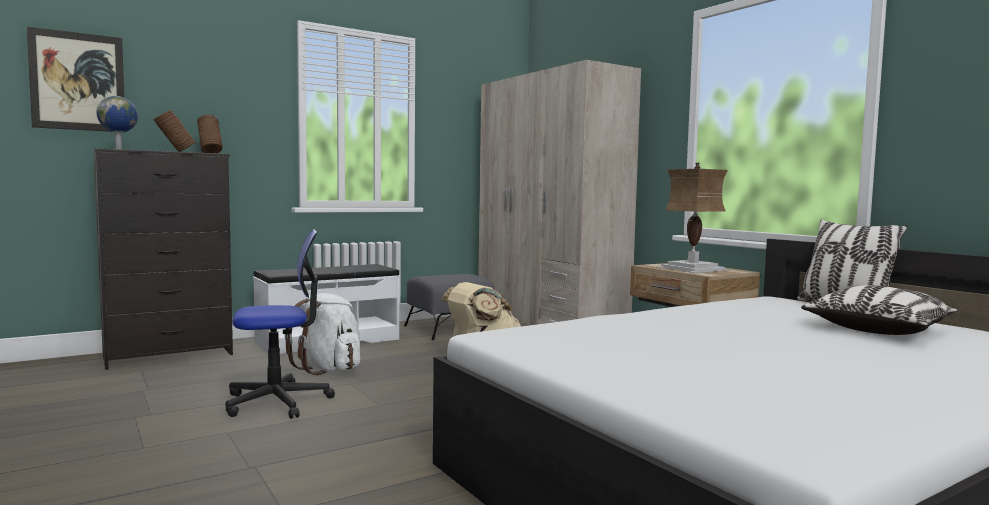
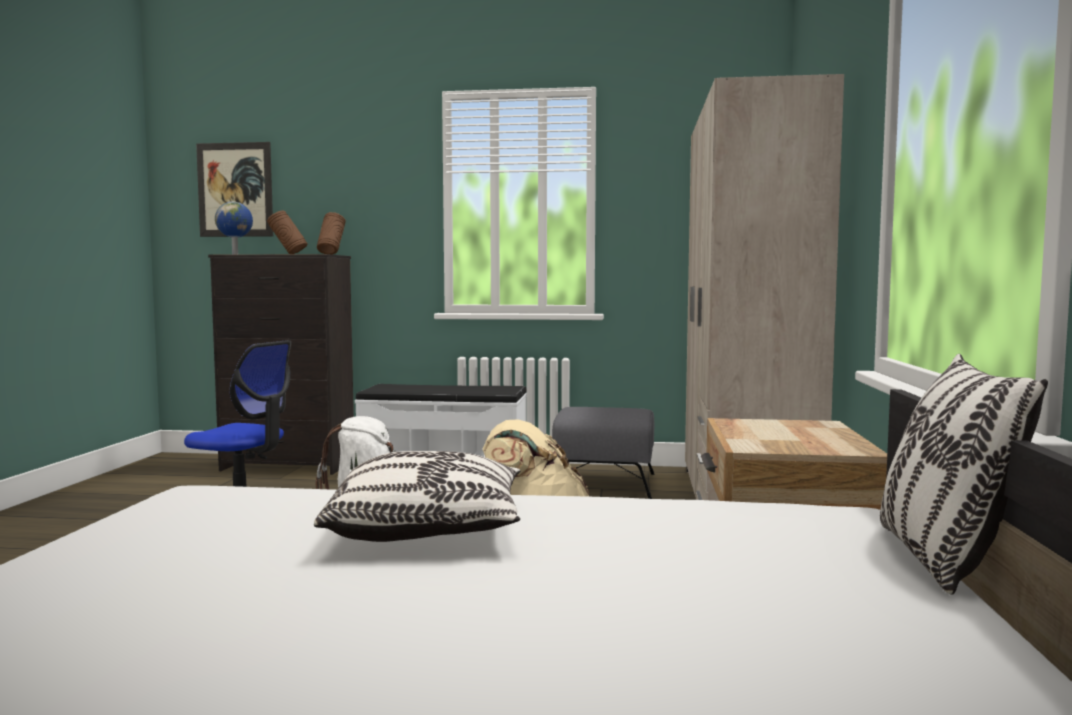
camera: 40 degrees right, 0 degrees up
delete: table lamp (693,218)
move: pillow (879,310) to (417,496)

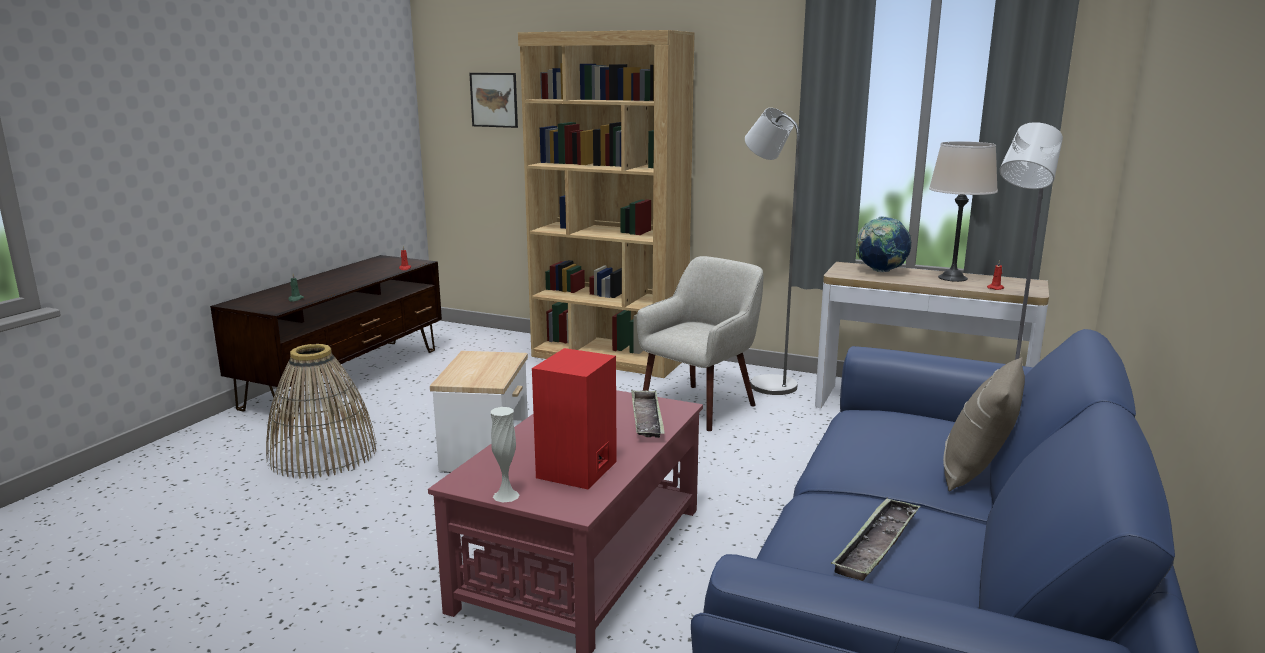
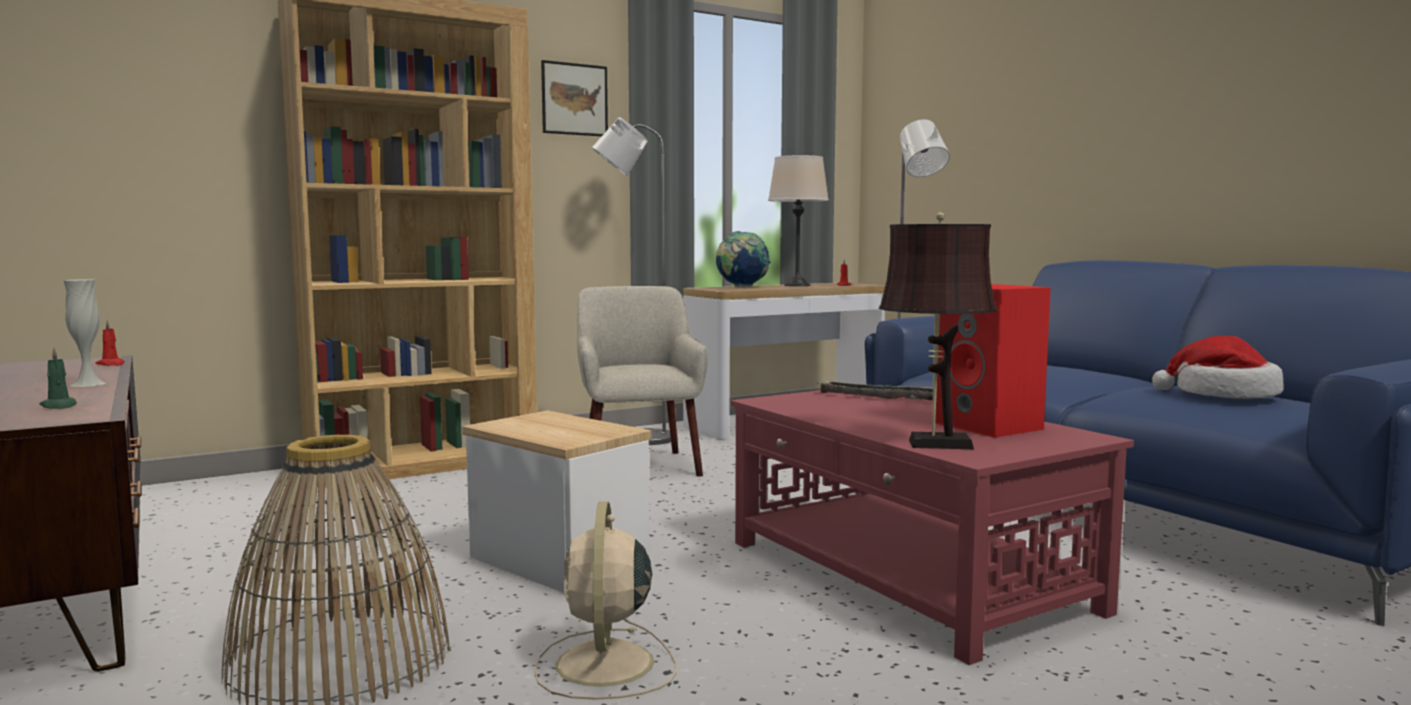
camera: 55 degrees left, 10 degrees down
delete: pillow (beige) (984,424)
insert: fan (beige) (605,600); table lamp (brown) (938,330)
move: picture (493,100) to (574,98); vase (white) (505,454) to (85,333)
replace: tray (875,539) to hat (1218,367)

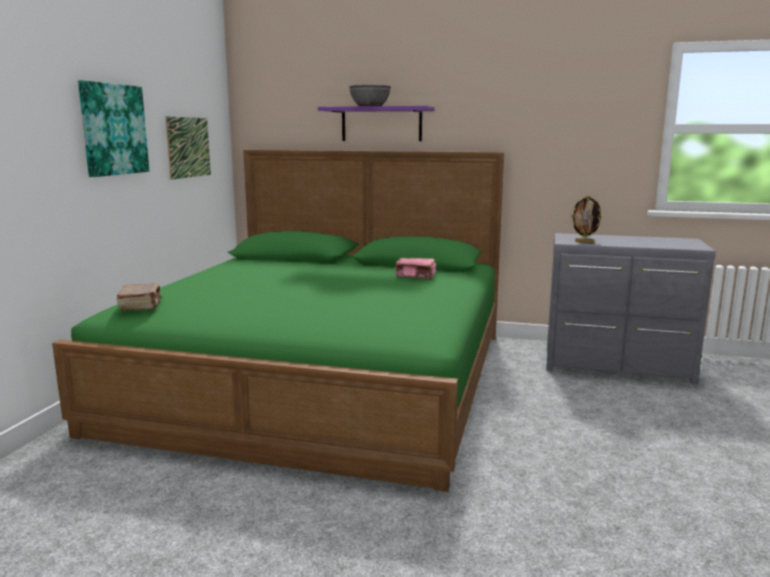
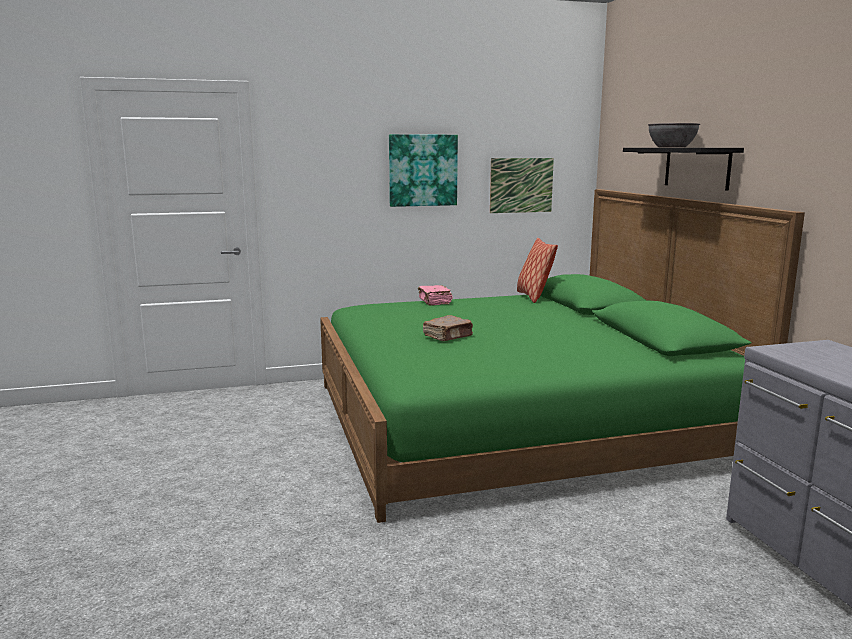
camera: 60 degrees right, 0 degrees up
delete: picture frame (586,219)
insert: pillow (537,270)
move: book (brown) (139,296) to (448,328); book (pink) (415,268) to (435,295)
recolor: shelf (purple) (376,123) to shelf (black) (683,169)

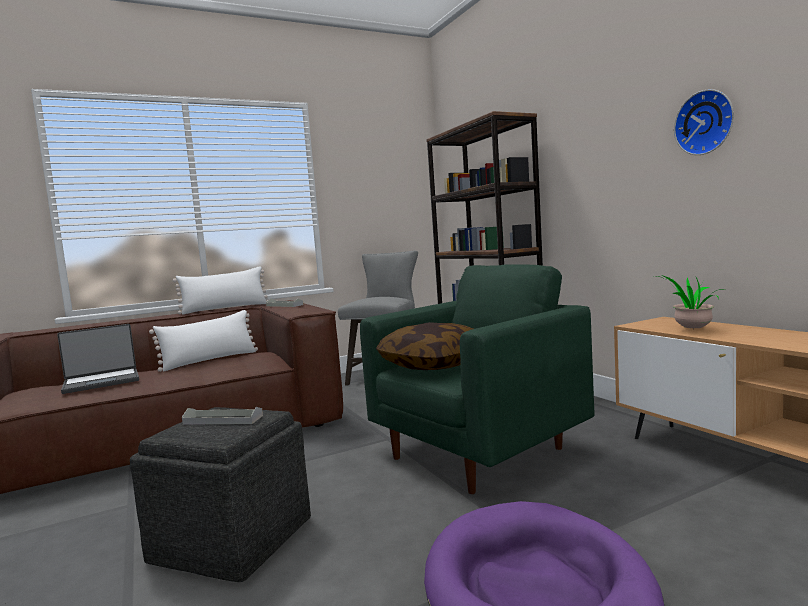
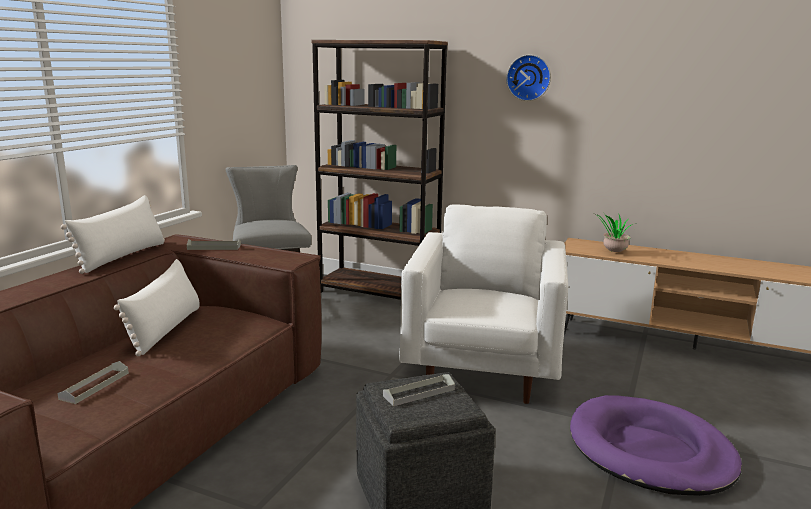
camera: 40 degrees left, 10 degrees up
delete: pillow (424,346)
move: wall clock (704,122) to (528,78)
replace: laptop (98,359) to tray (grey) (93,382)
recolor: armchair (green) (477,379) to armchair (white) (483,304)

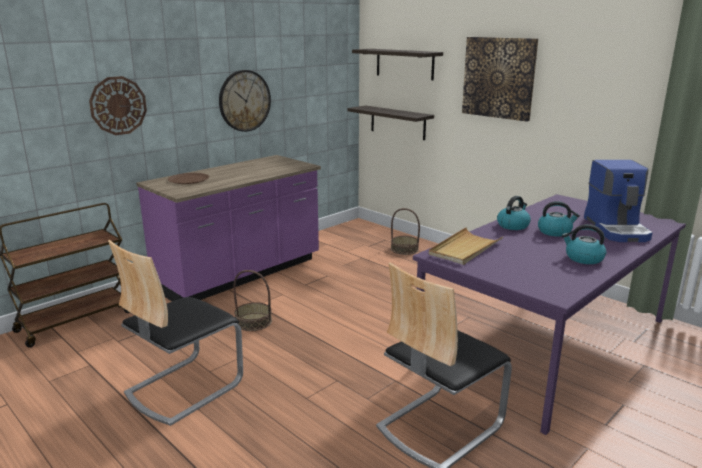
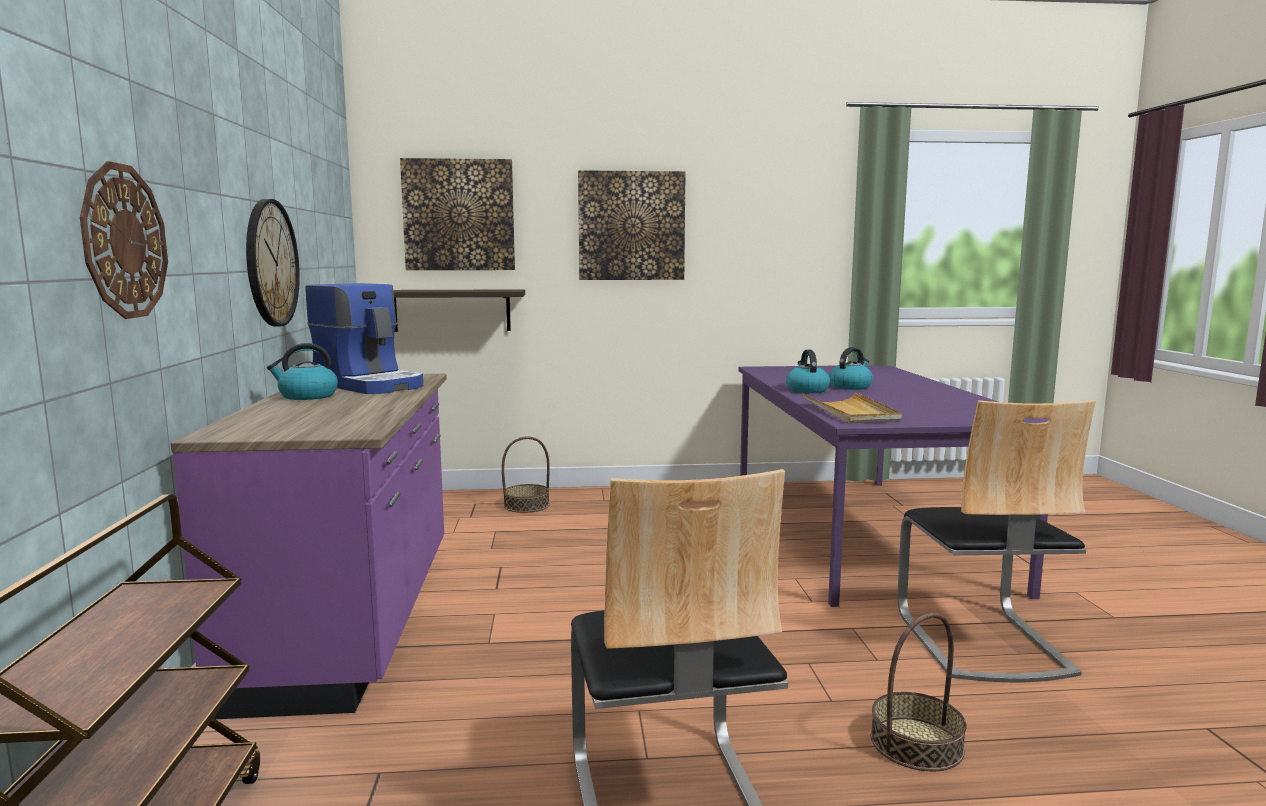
camera: 50 degrees left, 10 degrees down
delete: plate (brown) (188,178)
move: basket (252,300) to (918,692); kettle (584,244) to (302,371); coffee machine (618,201) to (364,338)
replace: shelf (397,64) to picture (457,214)

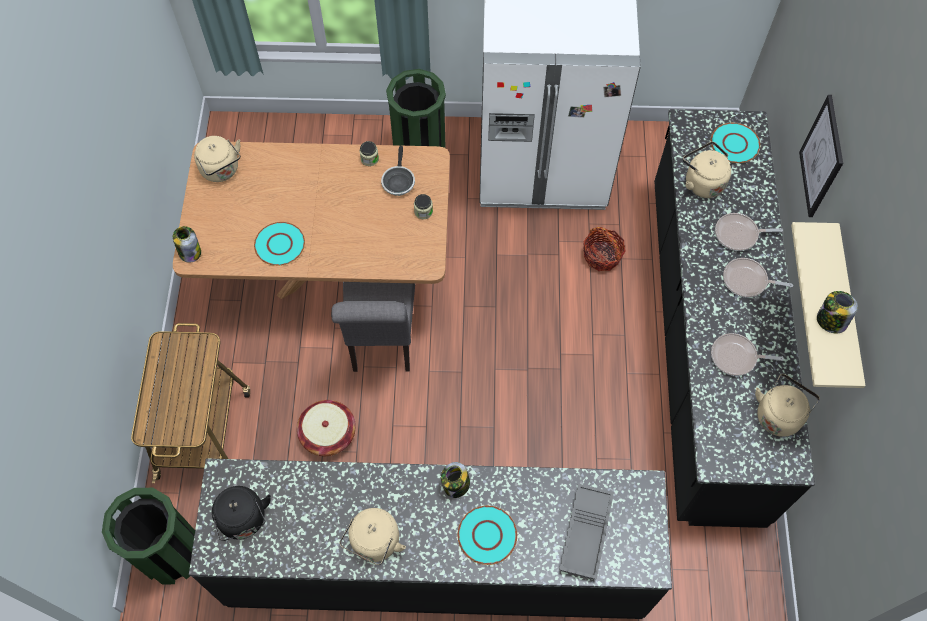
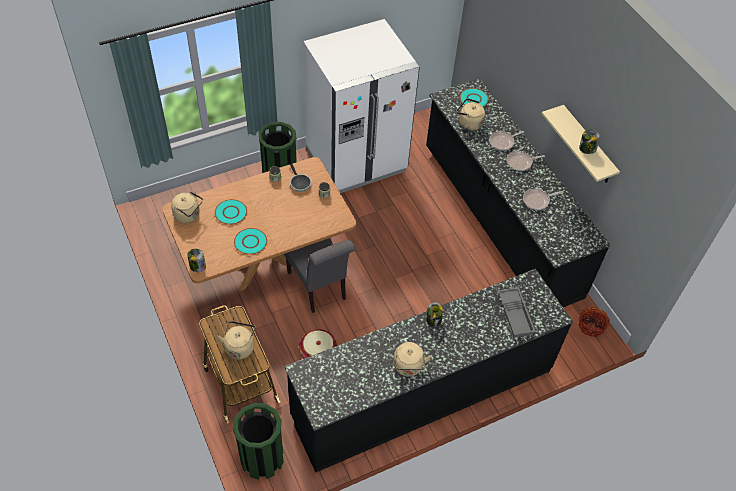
camera: 30 degrees left, 10 degrees down
delete: kettle (black) (241,513); picture (821,156)
move: plate (turquoise) (487,535) to (231,212); basket (604,249) to (594,322); kettle (beige) (787,405) to (236,340)

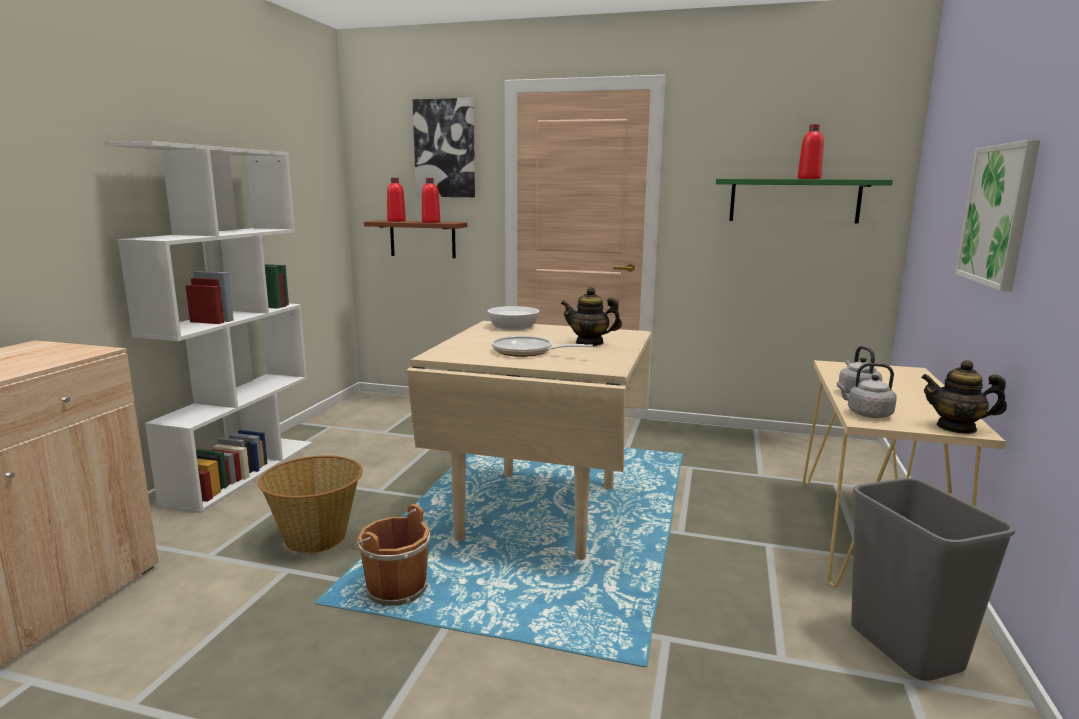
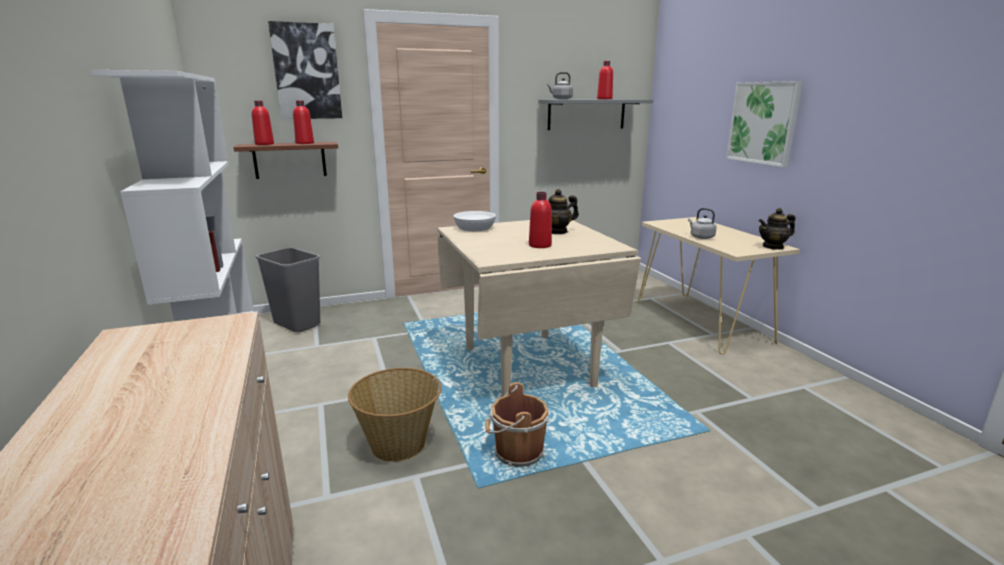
camera: 35 degrees left, 5 degrees up
move: kettle (grey) (867,390) to (560,85); trash can (grey) (933,579) to (288,290)
replace: frying pan (542,346) to bottle (red) (540,220)
recolor: shelf (green) (804,201) to shelf (grey) (596,114)

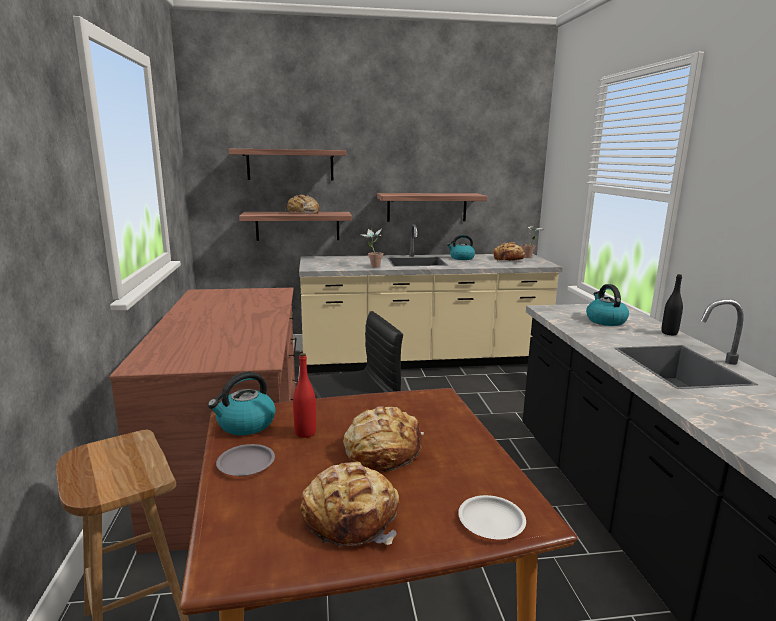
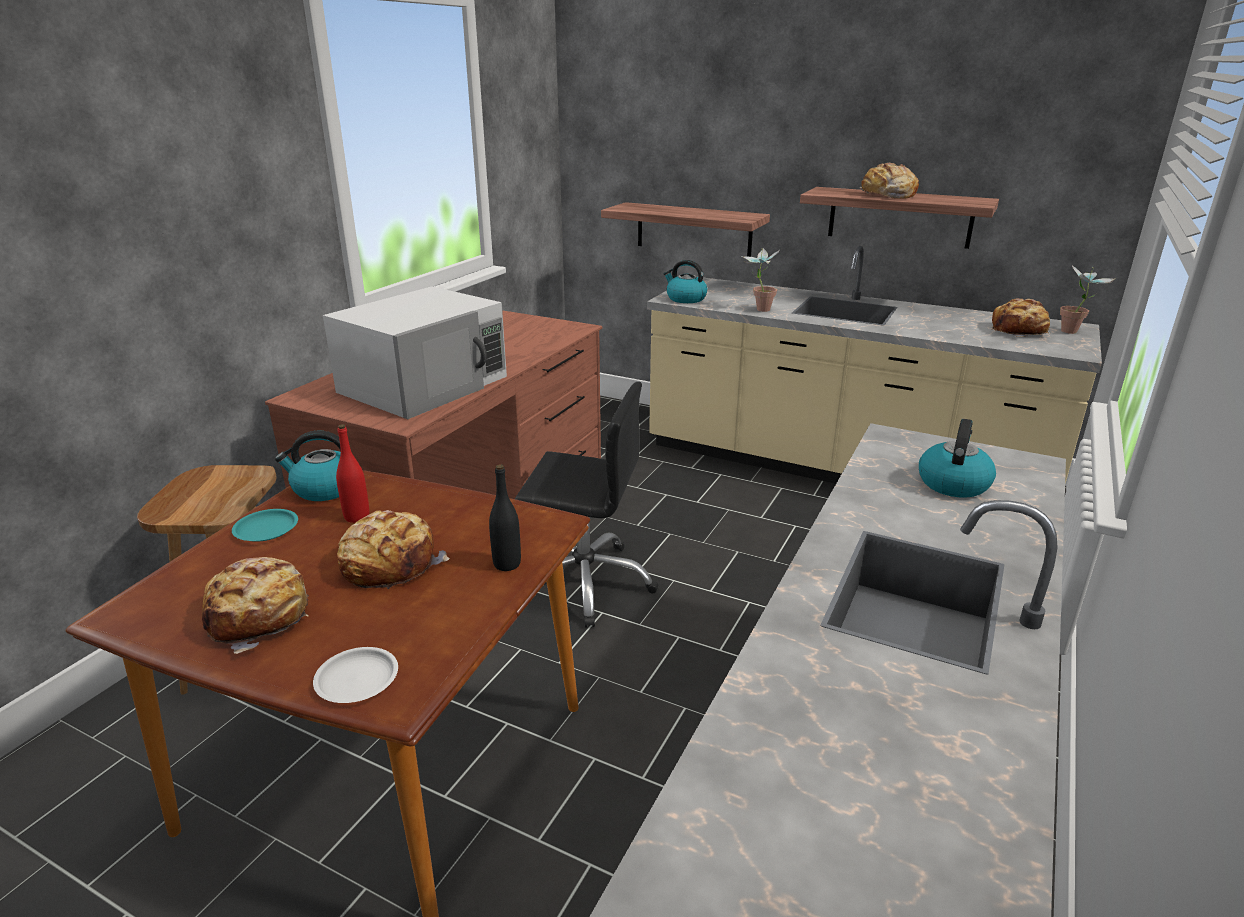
camera: 35 degrees right, 10 degrees up
delete: shelf (287,165)
insert: microwave (white) (415,353)
move: bread (303,204) to (889,181); kettle (461,247) to (685,281); bottle (black) (672,304) to (505,517)
recolor: plate (grey) (245,460) to plate (turquoise) (265,525)

